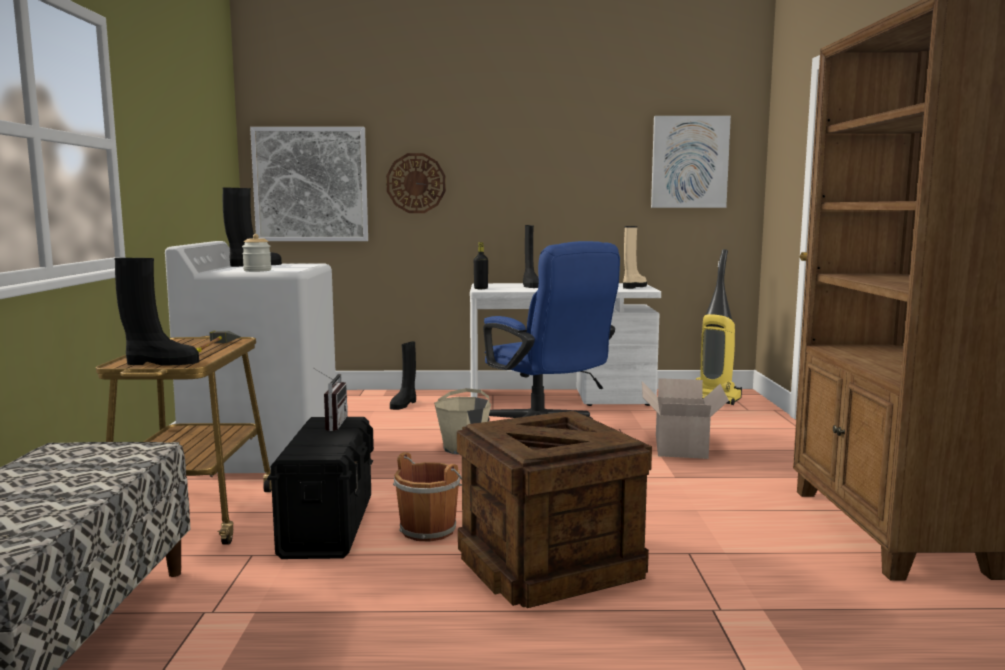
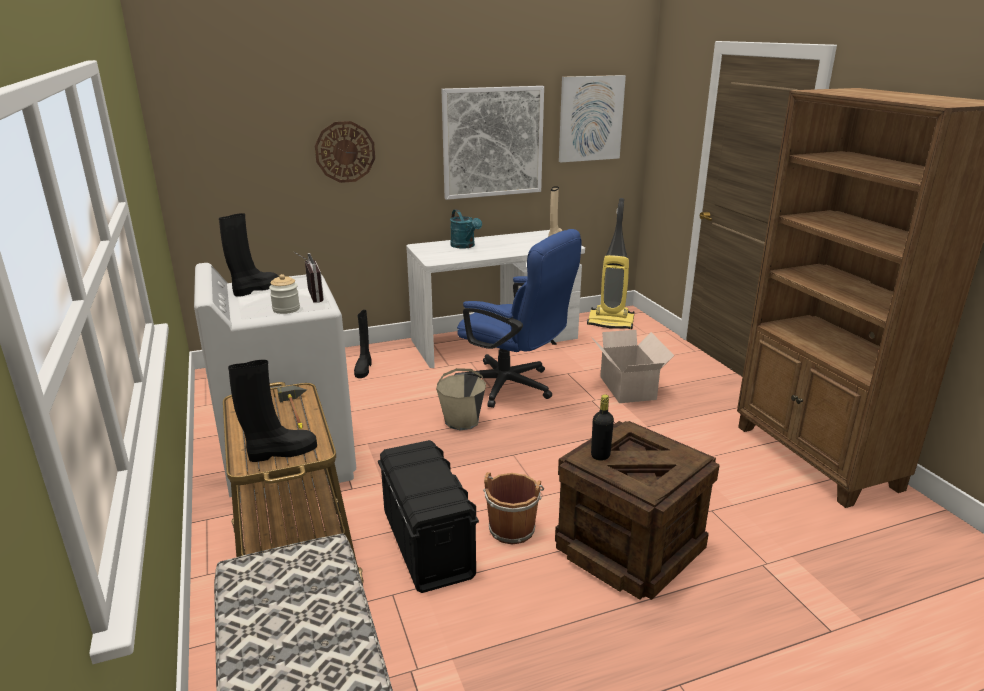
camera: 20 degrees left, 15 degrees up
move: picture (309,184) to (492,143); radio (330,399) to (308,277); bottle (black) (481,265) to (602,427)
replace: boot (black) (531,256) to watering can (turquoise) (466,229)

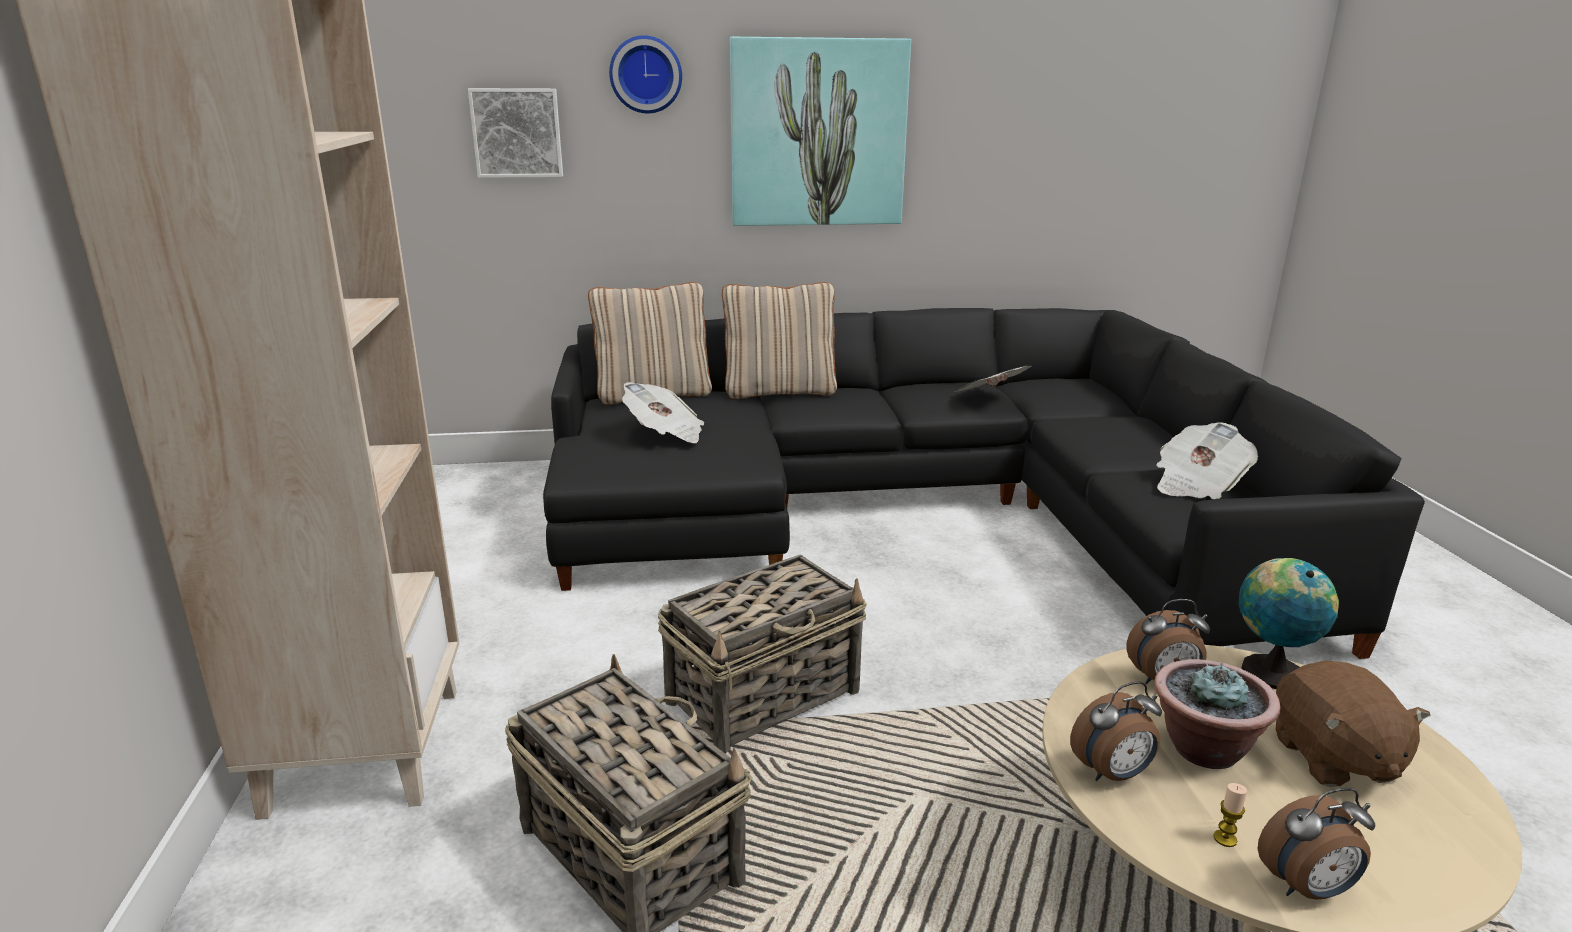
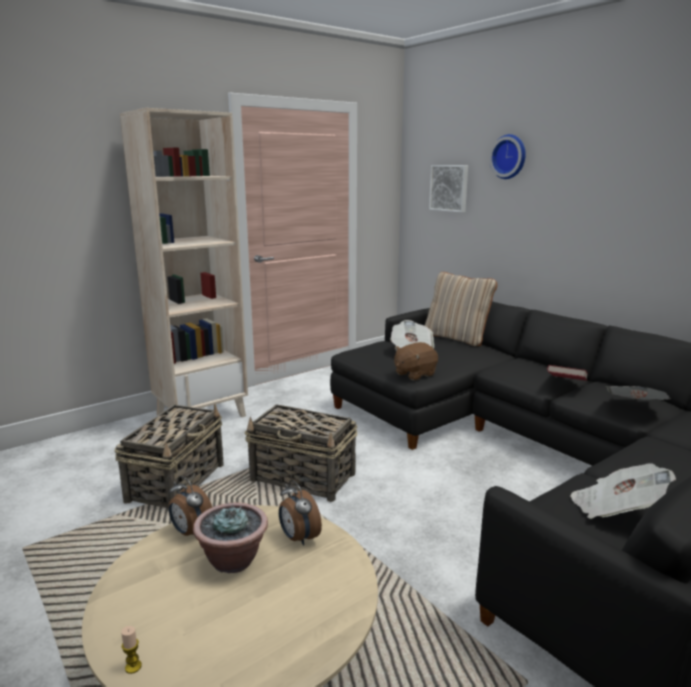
camera: 60 degrees right, 5 degrees down
delete: pillow (beige) (779,340); picture (820,131); globe (1289,623); alarm clock (1316,844)
insert: book (red) (567,373)
move: candle (1230,815) to (131,650); plush toy (brown) (1353,723) to (416,361)

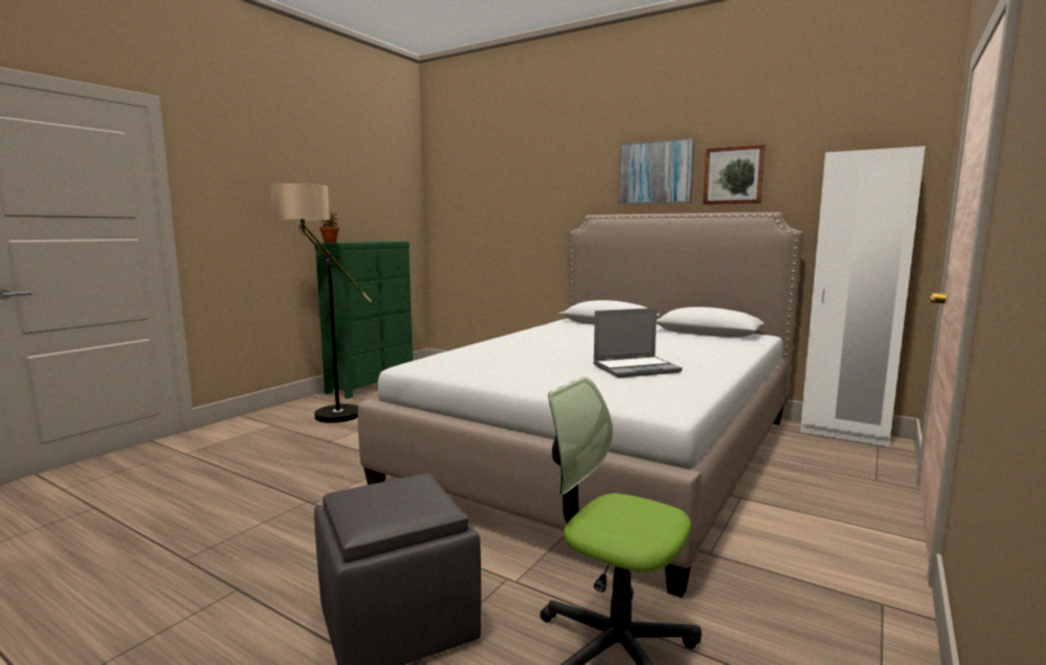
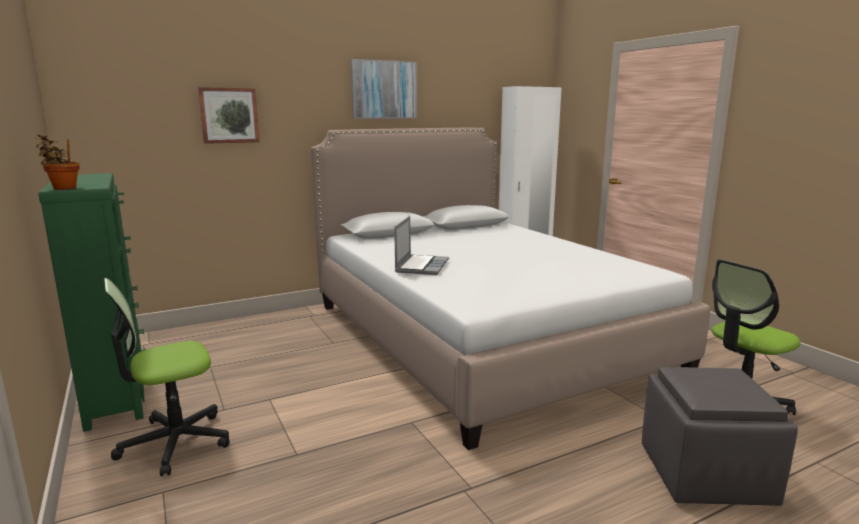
camera: 60 degrees left, 5 degrees up
move: laptop (637,343) to (421,245); picture (734,174) to (229,115)
replace: floor lamp (321,303) to office chair (167,377)

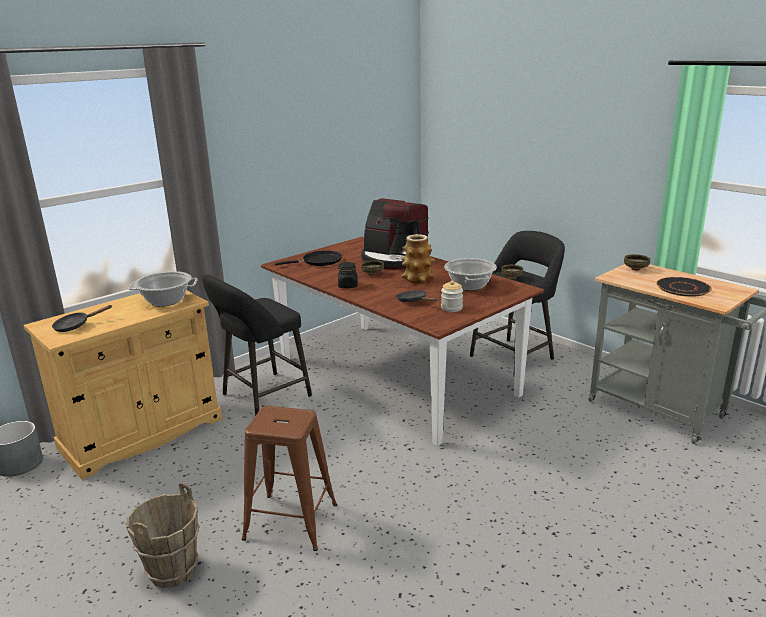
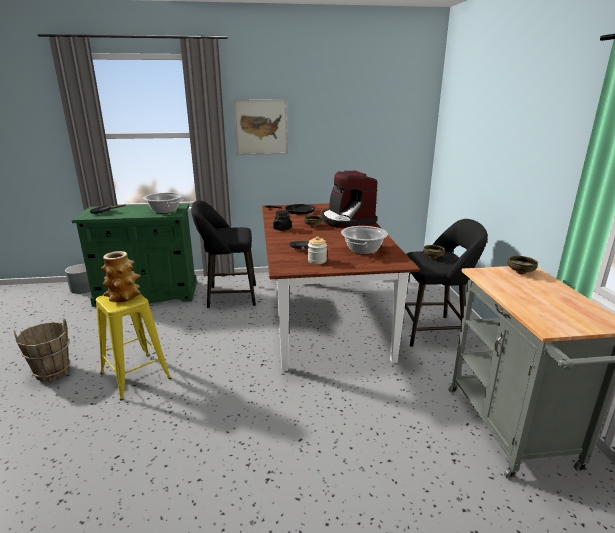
camera: 35 degrees right, 0 degrees up
delete: plate (black) (684,287)
insert: picture (260,127)
move: vase (418,258) to (121,276)
recolor: cabinet (beige) (123,385) to cabinet (green) (134,255); stool (brown) (289,478) to stool (yellow) (133,347)

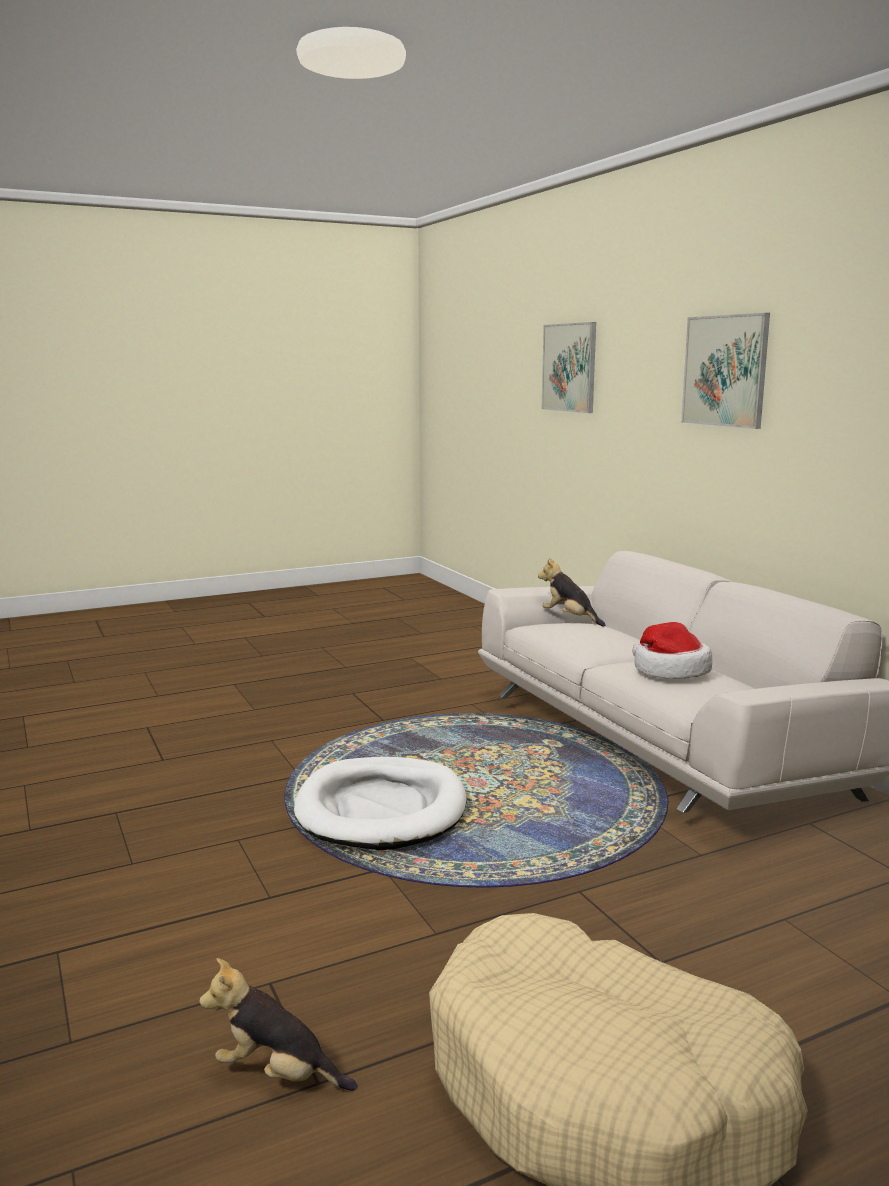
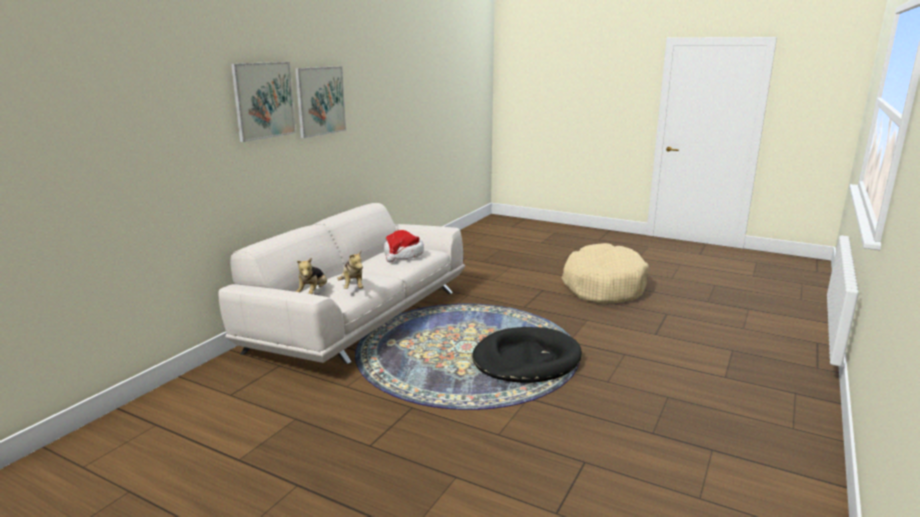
camera: 125 degrees left, 5 degrees up
move: plush toy (278,1024) to (350,269); picture (569,367) to (320,102)
recolor: dog bed (white) (380,803) to dog bed (black) (527,355)

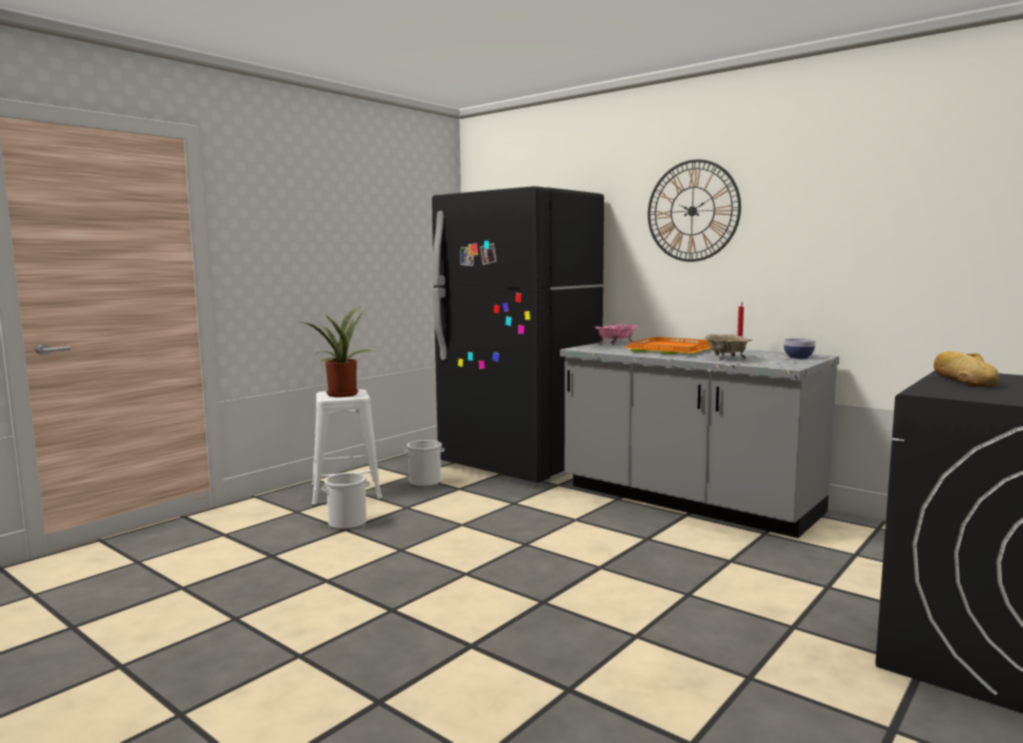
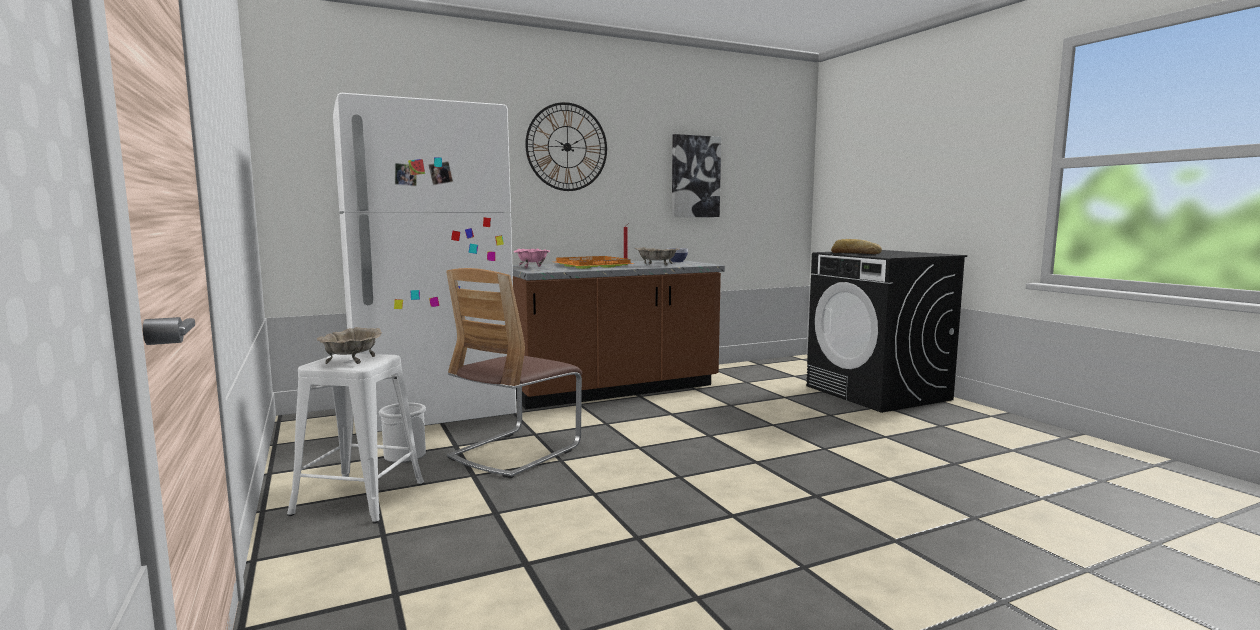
camera: 65 degrees left, 0 degrees up
delete: bucket (345,501)
insert: chair (514,373); picture (696,175)
replace: potted plant (336,352) to bowl (beige) (349,345)
recolor: fridge (black) (518,334) to fridge (white) (424,262); counter (grey) (699,439) to counter (brown) (618,334)

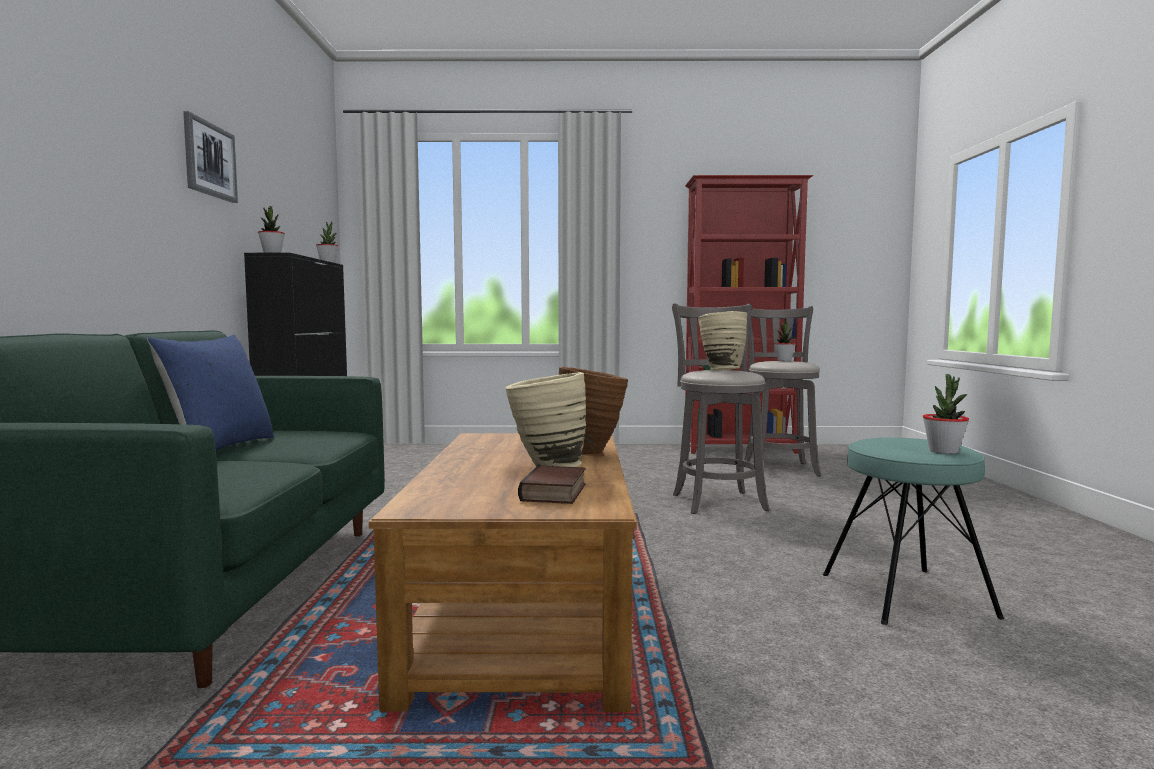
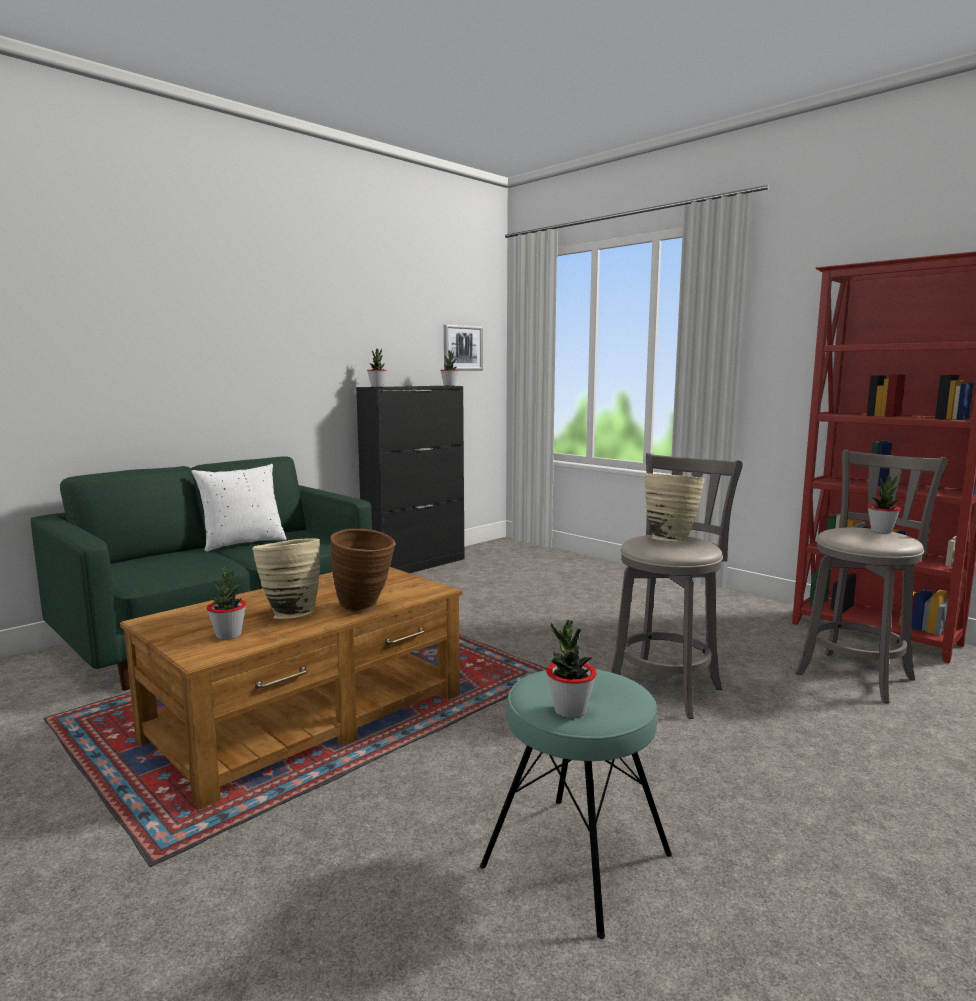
camera: 45 degrees right, 5 degrees up
move: picture (210,157) to (463,347)
replace: book (551,485) to potted plant (226,603)
recolor: pillow (blue) (210,392) to pillow (white) (239,508)

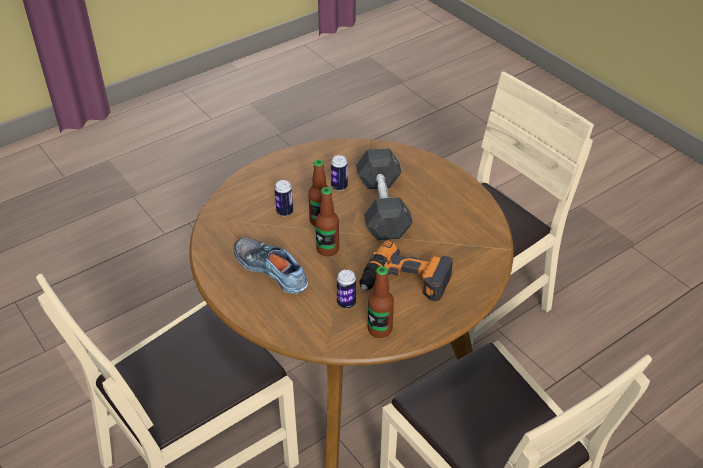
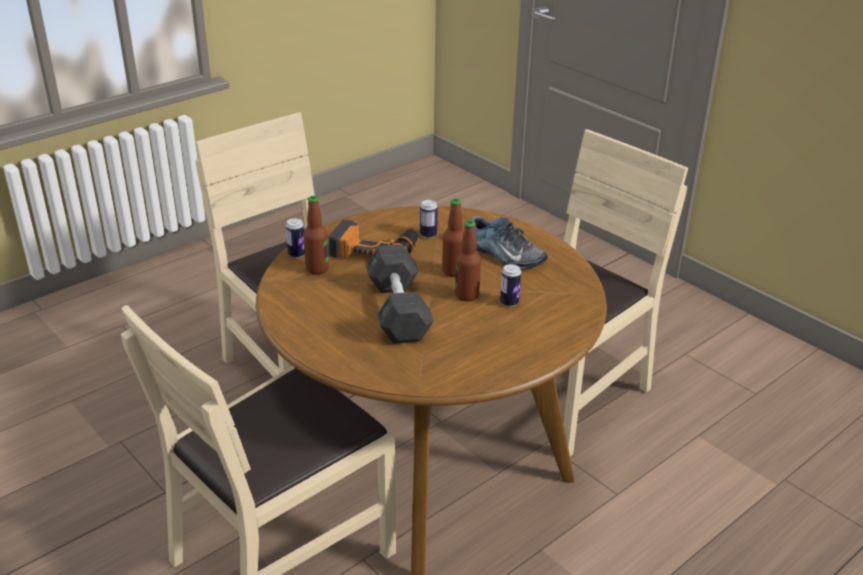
camera: 175 degrees right, 10 degrees down
move: can (339,173) to (295,238); bottle (381,302) to (316,235)

